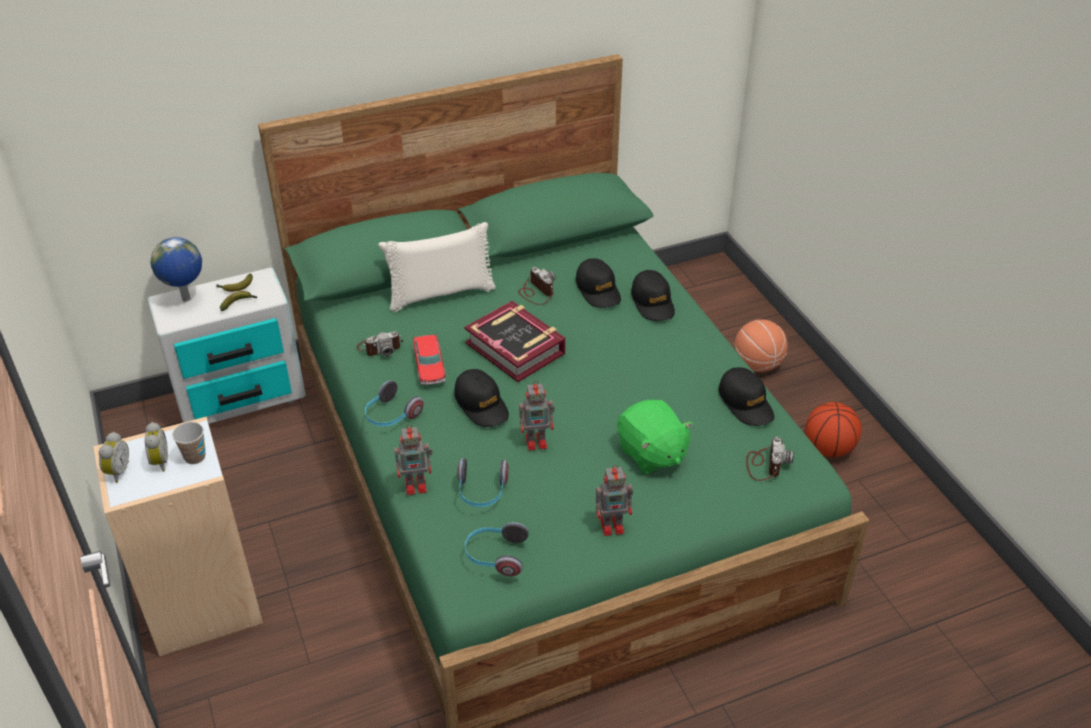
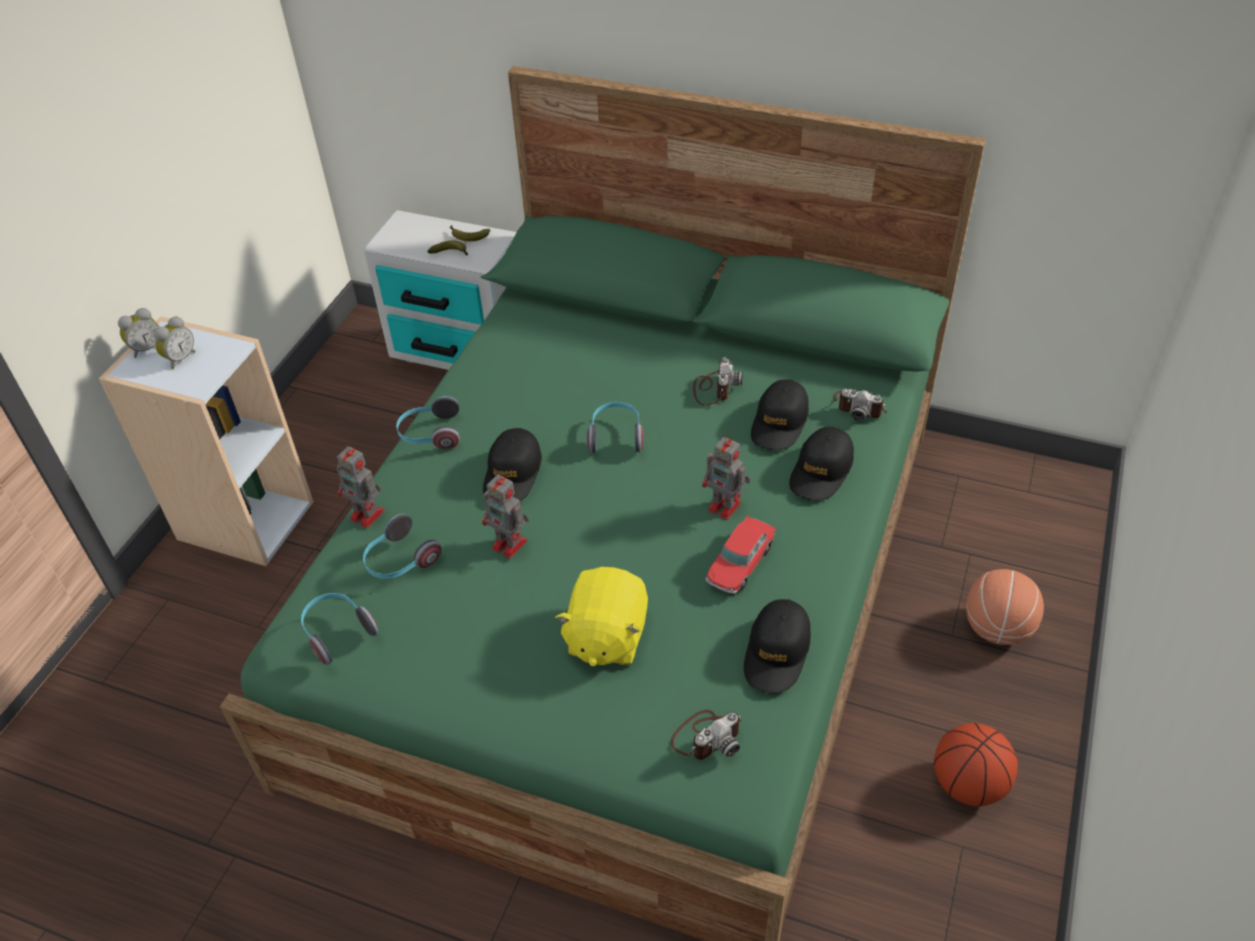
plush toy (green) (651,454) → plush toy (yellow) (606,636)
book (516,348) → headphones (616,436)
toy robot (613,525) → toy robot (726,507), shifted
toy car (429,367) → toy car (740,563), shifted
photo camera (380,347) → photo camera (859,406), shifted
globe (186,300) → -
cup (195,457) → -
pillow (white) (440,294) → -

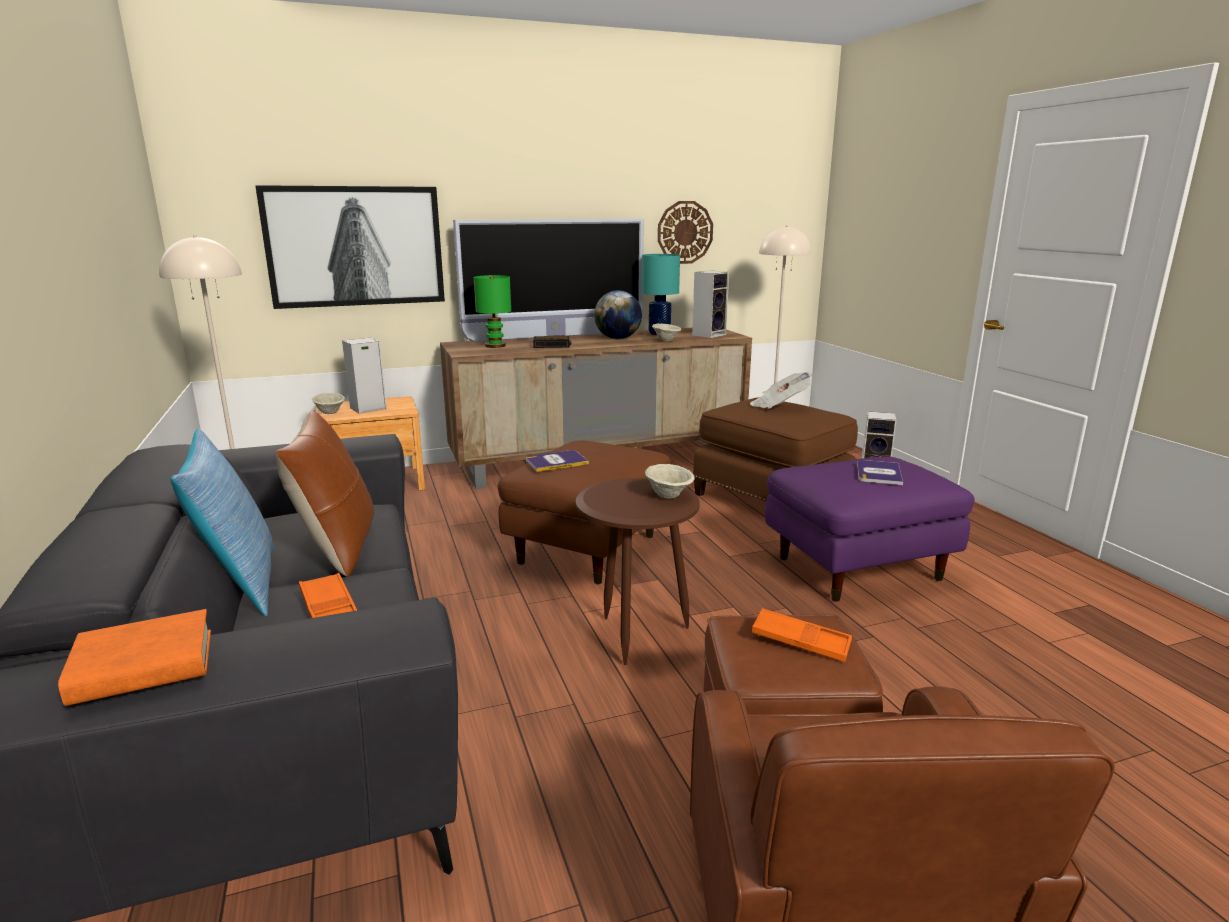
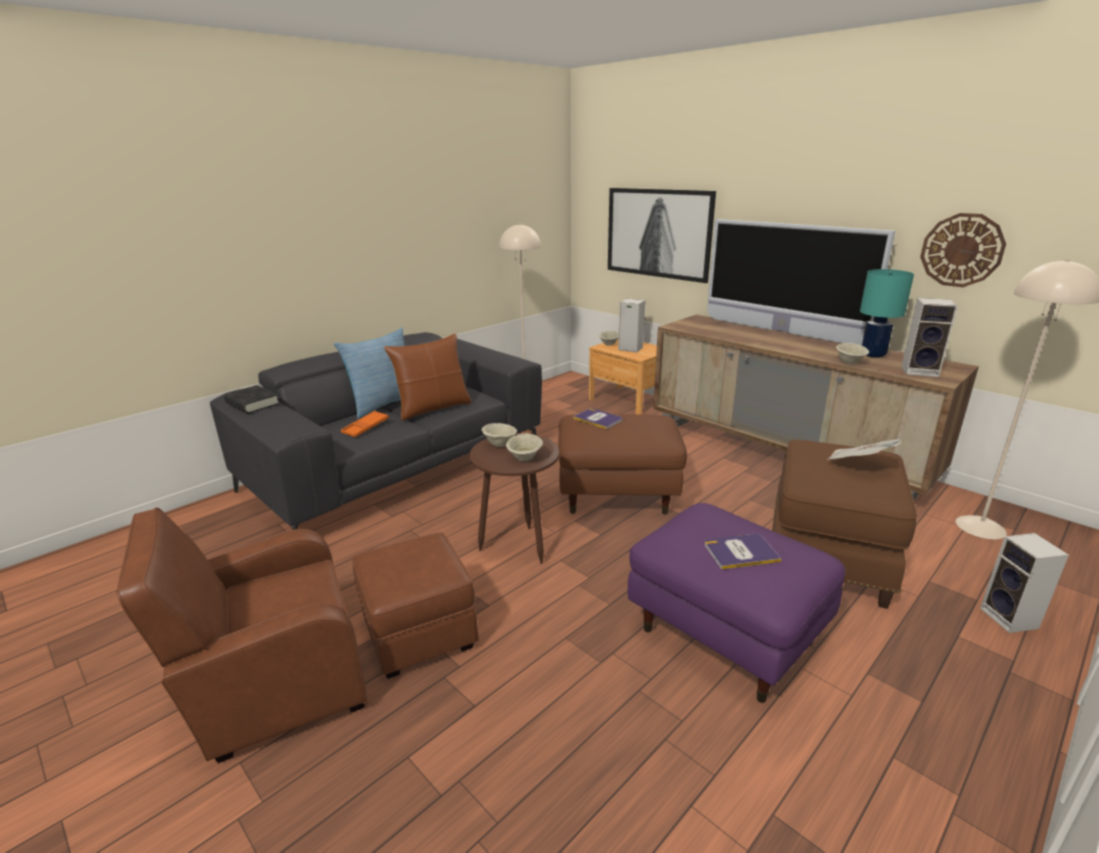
book (orange) (143,667) → book (black) (252,404)
- → bowl (beige) (499,444)
table lamp (green) (495,346) → -
alarm clock (552,345) → -
globe (618,338) → -
tray (orange) (800,641) → -

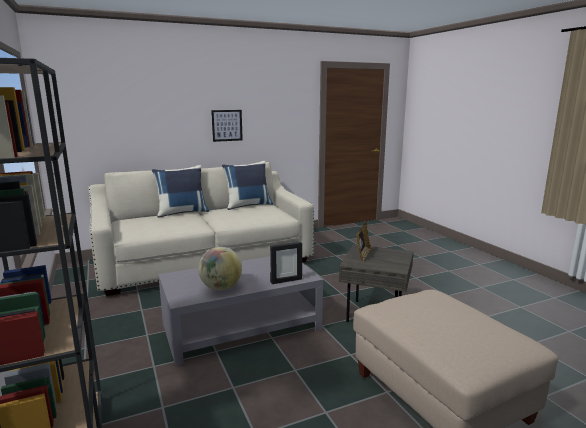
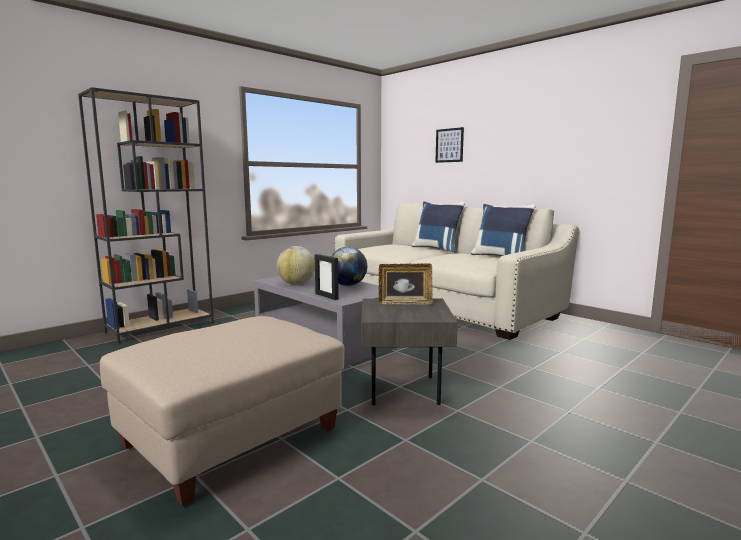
- → globe (348,285)
picture (227,125) → picture (449,145), shifted

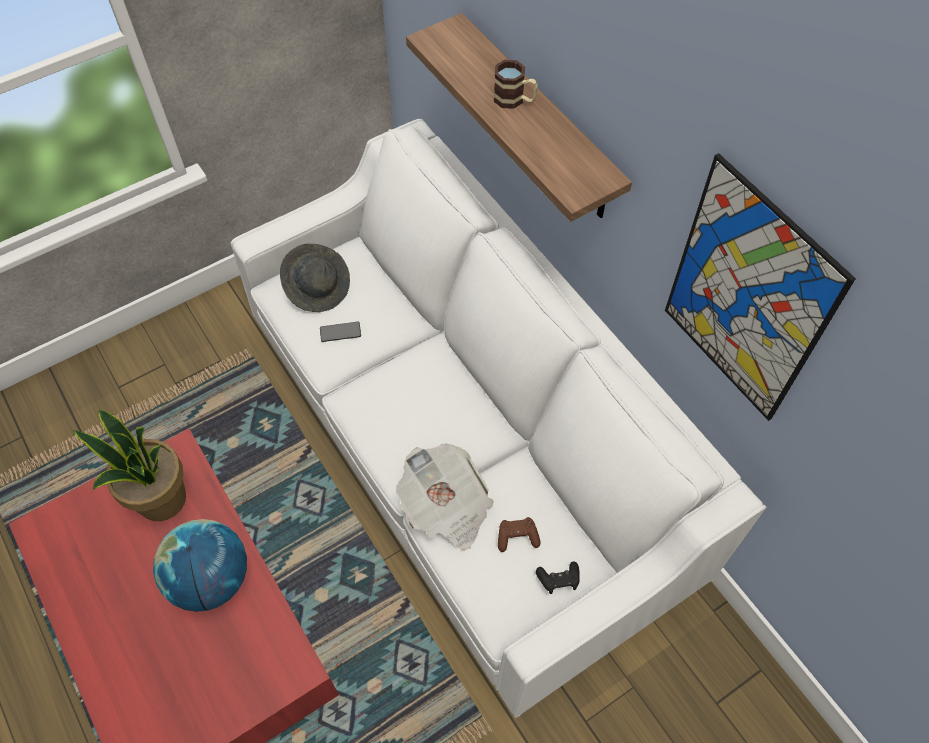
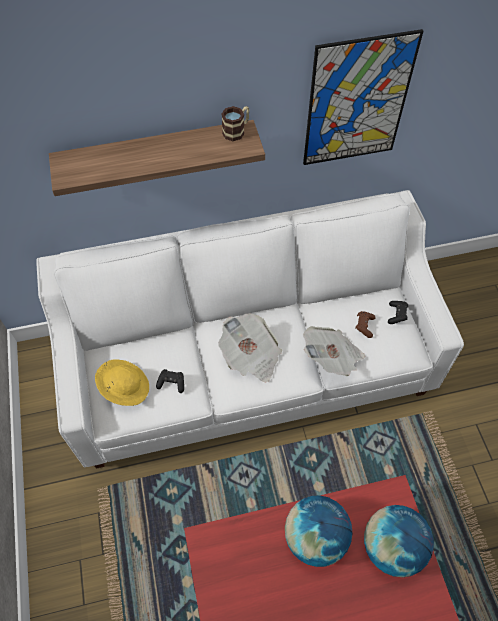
hat (grey) (318,287) → hat (yellow) (124,387)
phone (340,332) → game controller (black) (171,383)
- → newspaper (251,356)
mug (514,100) → mug (237,131), shifted
- → globe (391,547)
potted plant (161,500) → -

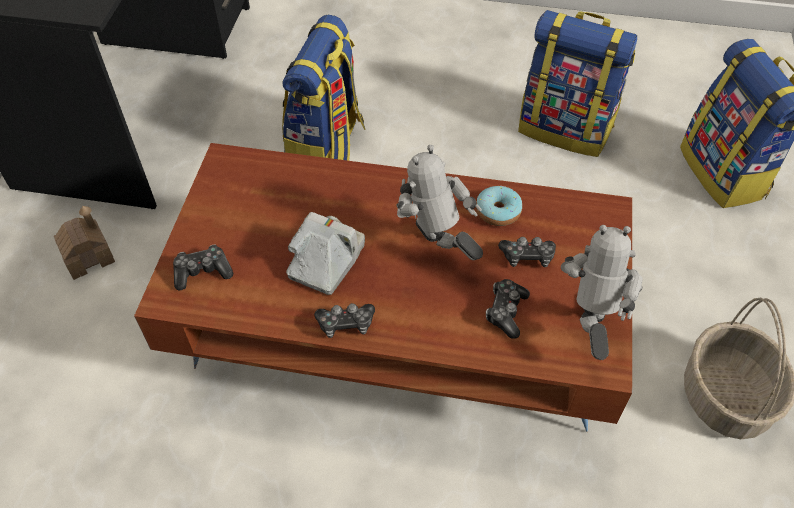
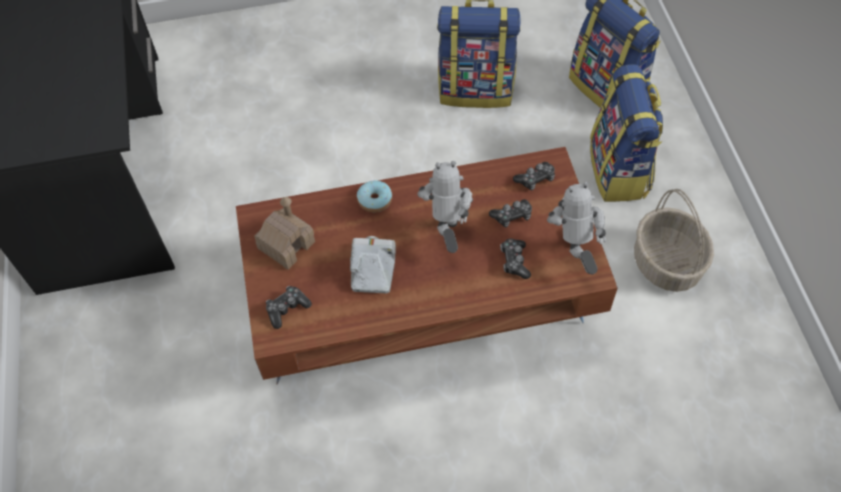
toy house (88,256) → toy house (286,245), shifted
donut (498,211) → donut (375,200), shifted
toy robot (436,249) → toy robot (447,233), 60 degrees clockwise
game controller (346,324) → game controller (535,179), shifted
backpack (327,148) → backpack (619,170), shifted

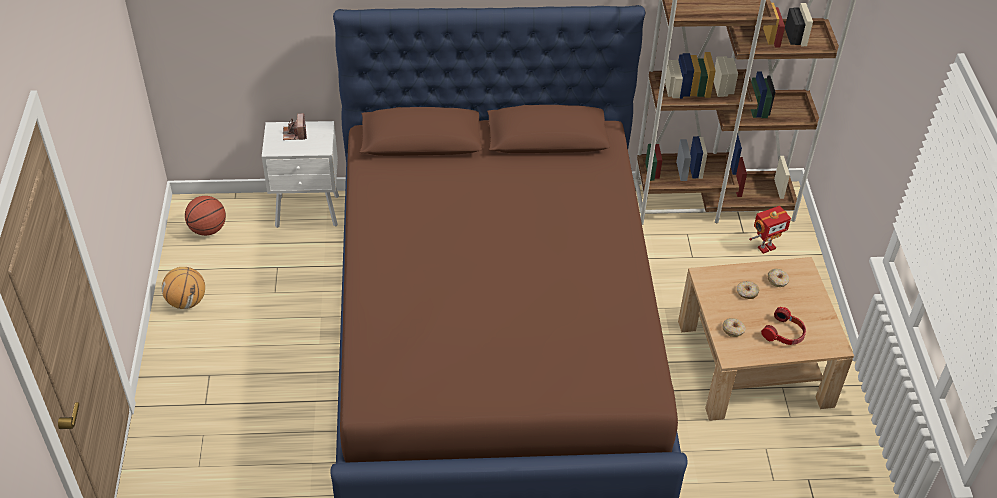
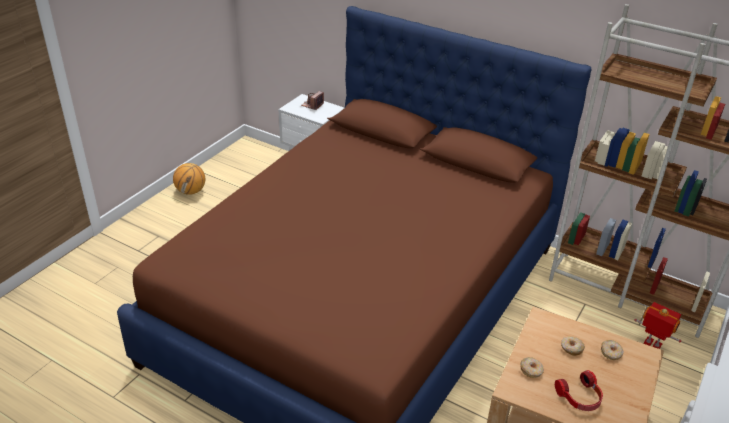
toy robot (765,247) → toy robot (652,344), 150 degrees counterclockwise
basketball (208,229) → -

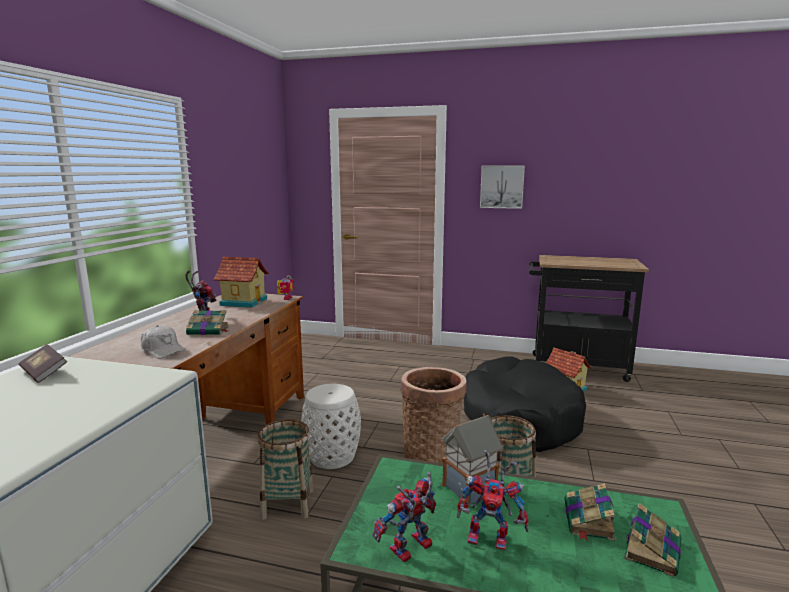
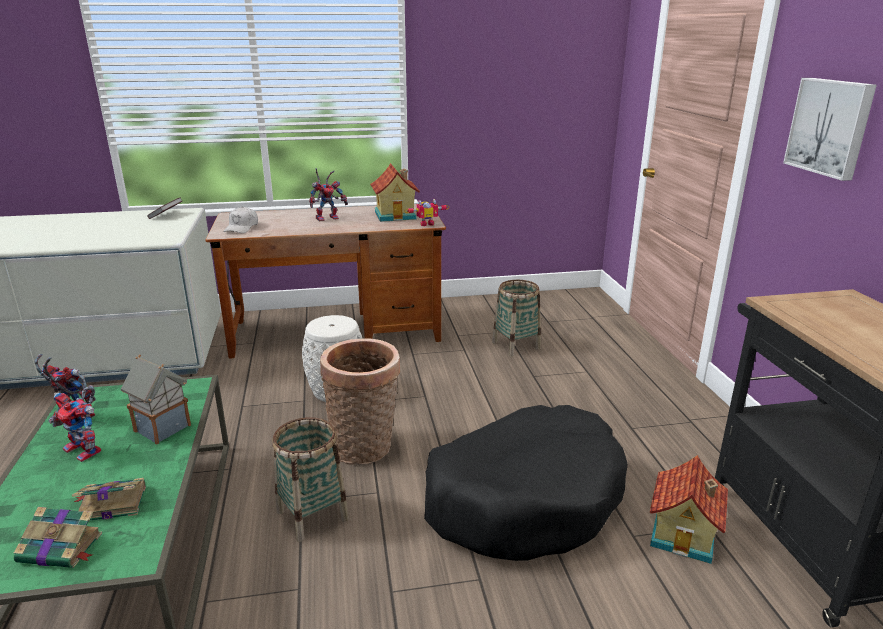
toy robot (491,537) → toy robot (87,450), 45 degrees counterclockwise
basket (288,503) → basket (516,345), shifted
book (209,331) → -

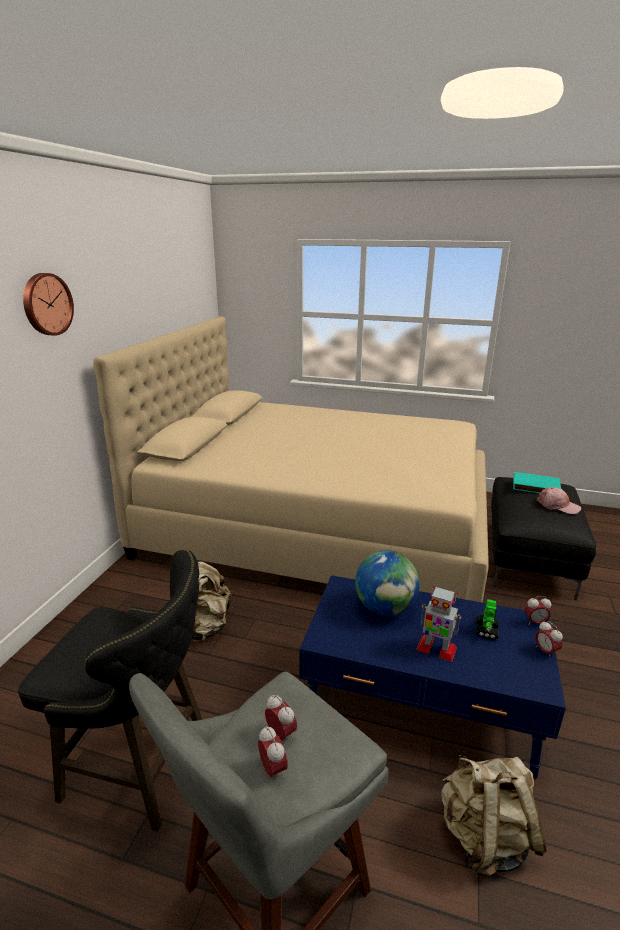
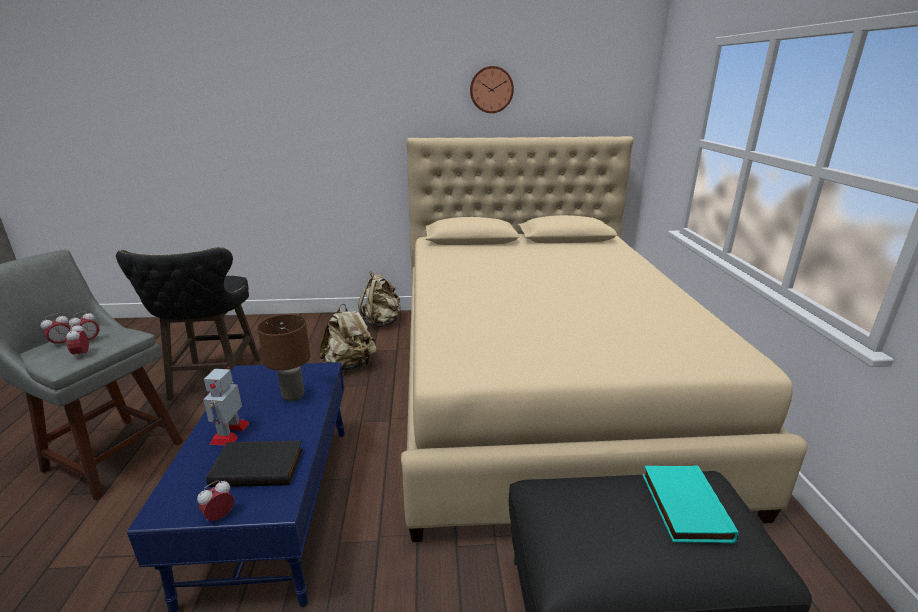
alarm clock (535,622) → alarm clock (82,354), shifted
toy robot (486,630) → book (black) (259,466)
globe (385,608) → table lamp (brown) (292,397)
backpack (beige) (484,836) → backpack (beige) (382,322), shifted
wall clock (46,304) → wall clock (491,89), shifted
cap (pink) (557,505) → -

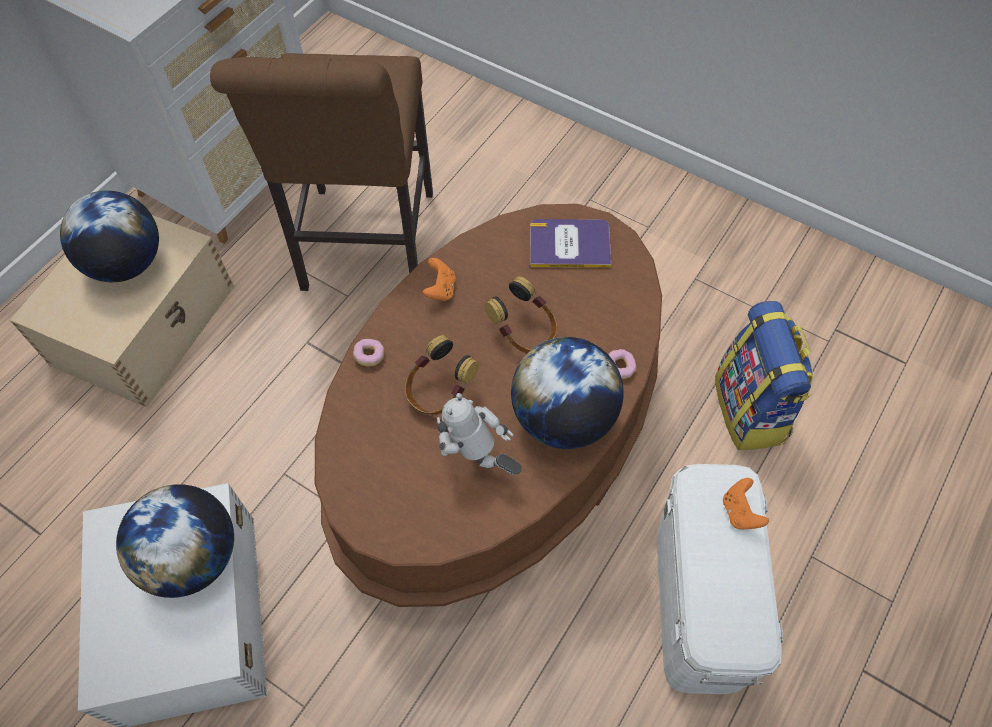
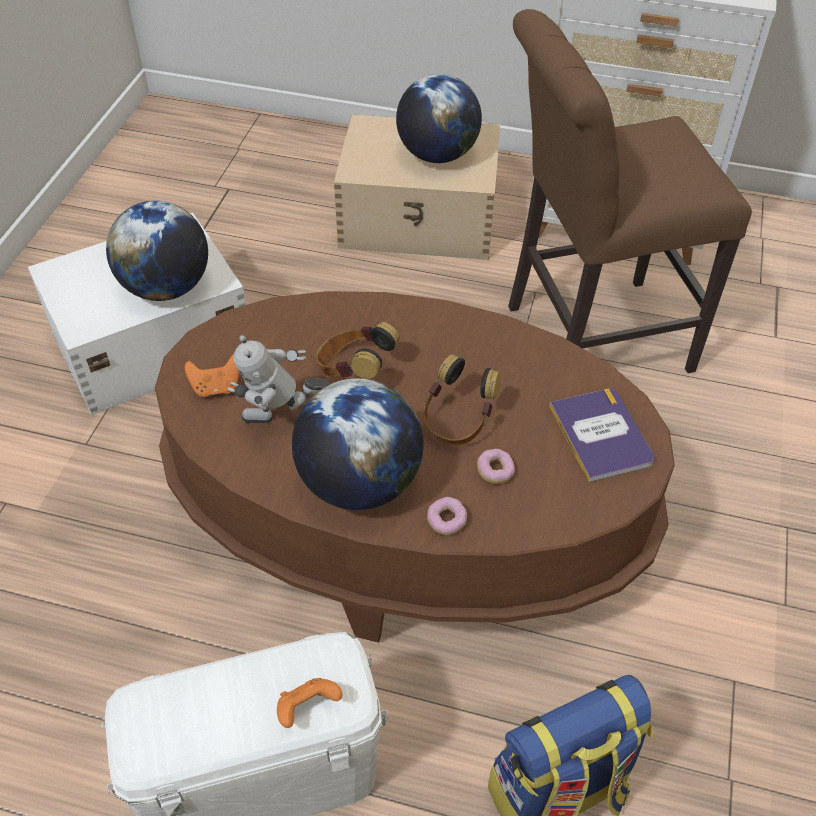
game controller (orange) (440,289) → game controller (orange) (216,387), shifted
toy robot (477,462) → toy robot (281,421), 120 degrees counterclockwise
donut (369,356) → donut (495,472), shifted

